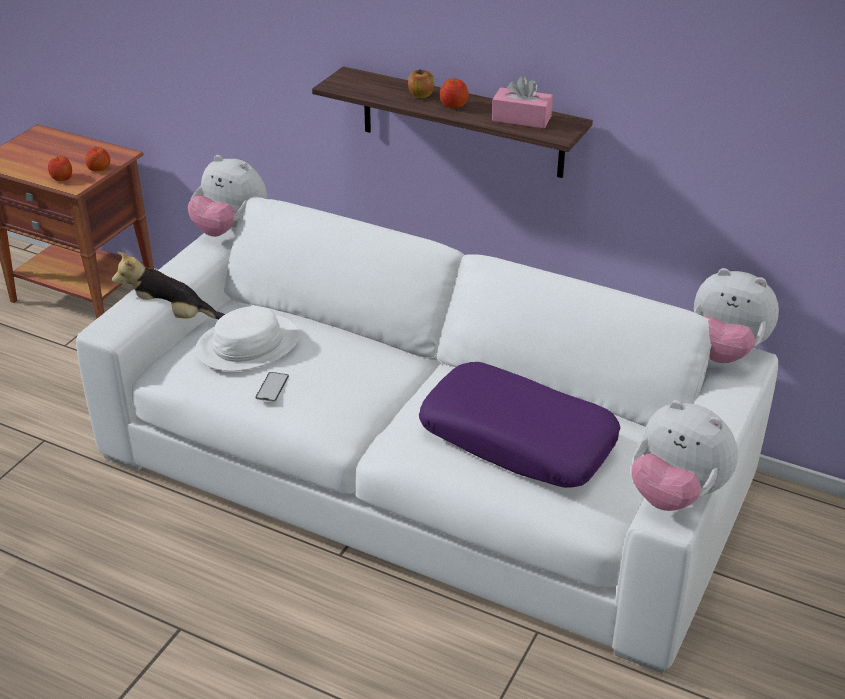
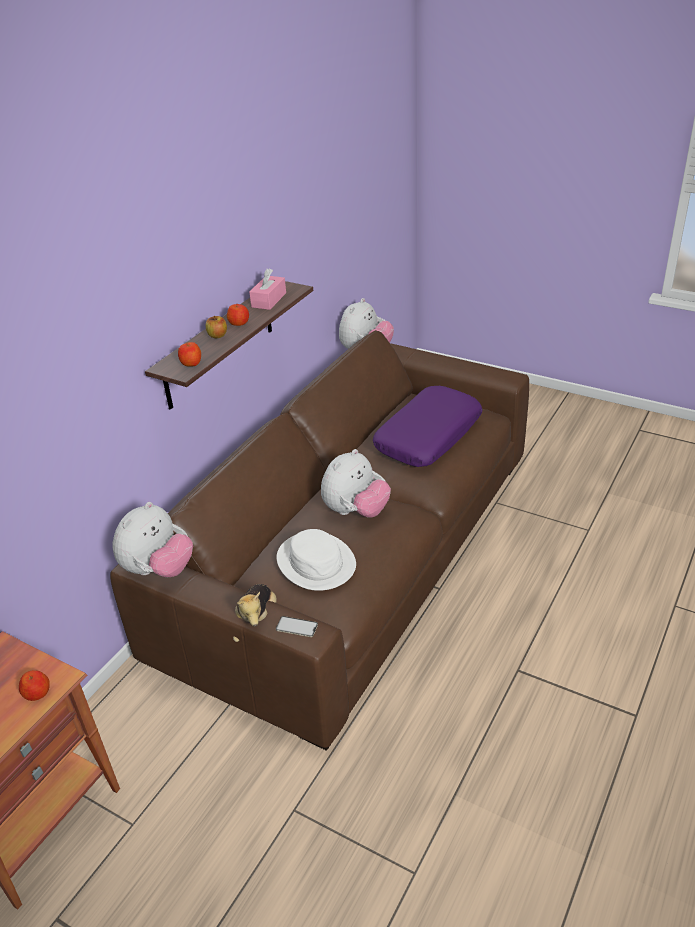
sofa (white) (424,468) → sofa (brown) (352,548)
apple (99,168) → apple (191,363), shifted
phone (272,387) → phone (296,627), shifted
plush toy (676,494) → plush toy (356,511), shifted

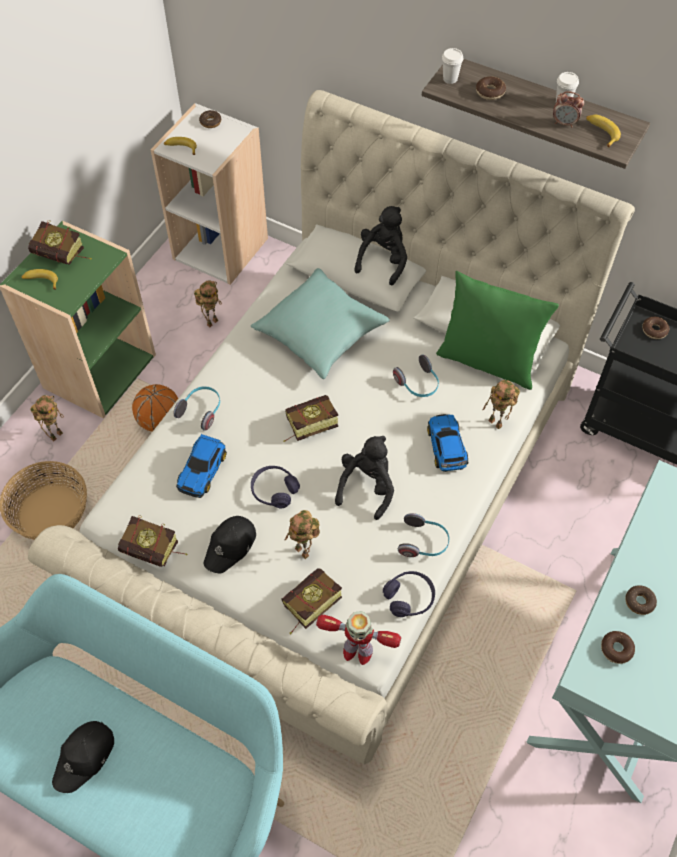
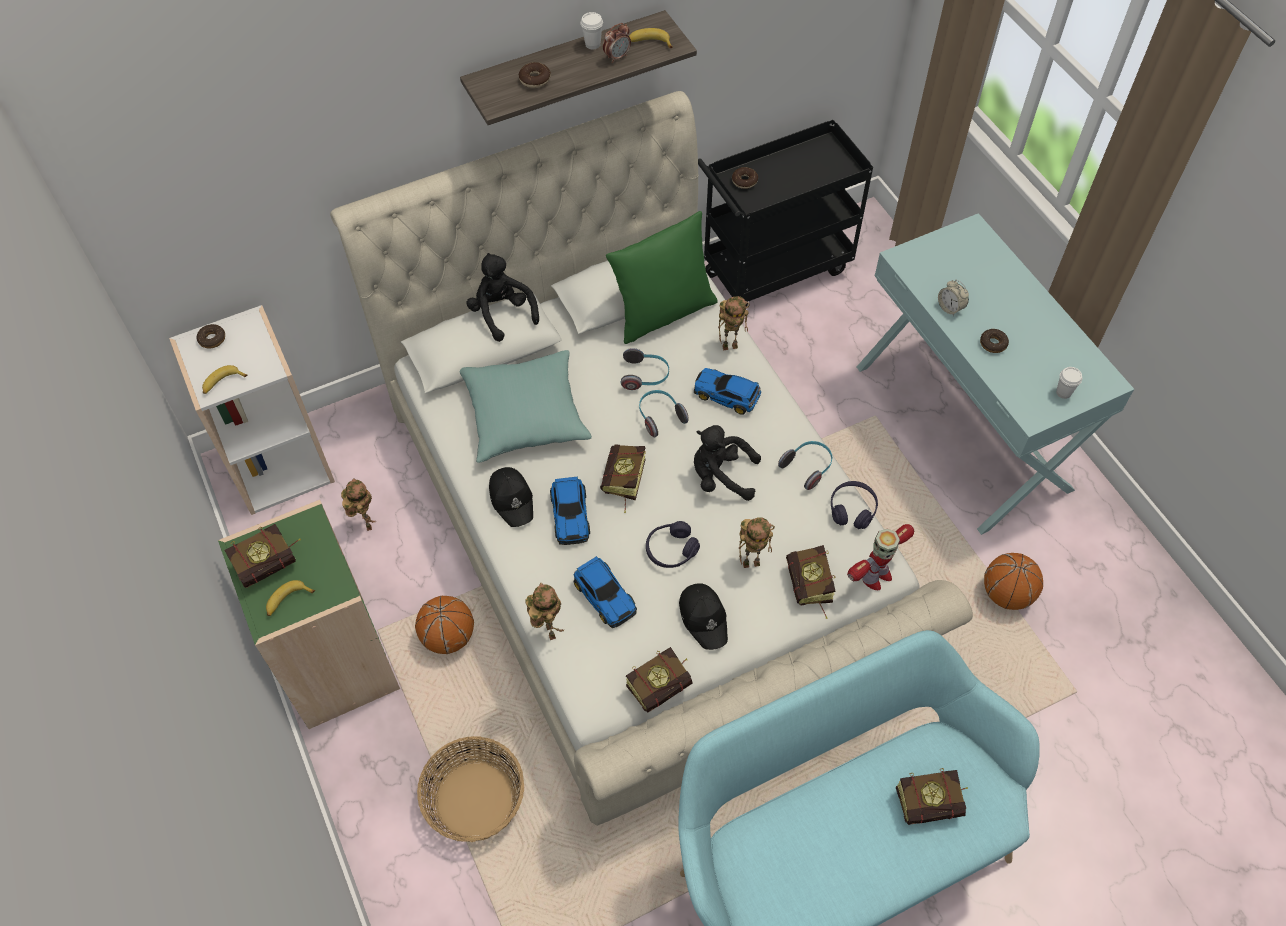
cap (black) (85,757) → cap (black) (512,499), shifted
toy robot (56,434) → toy robot (548,631), shifted
- → toy car (570,514)
headphones (201,411) → headphones (660,416), shifted
plush toy (black) (367,486) → plush toy (black) (721,476), 45 degrees counterclockwise
- → book (934,803)
- → alarm clock (950,308)
- → basketball (1006,594)
cup (white) (450,79) → cup (white) (1063,392), shifted
donut (616,649) → -

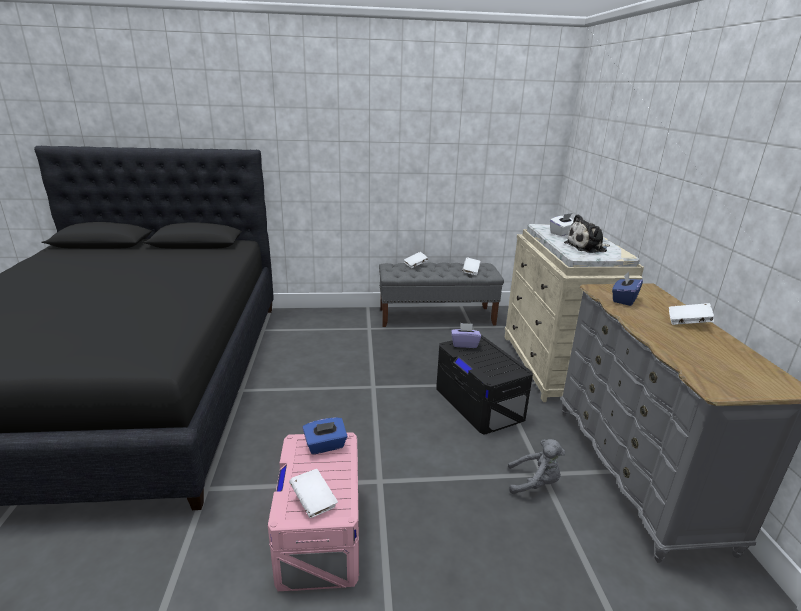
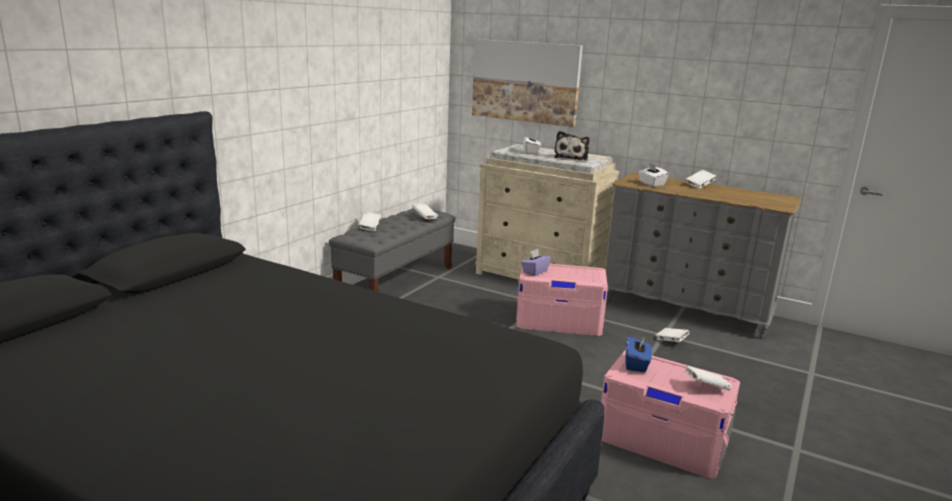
- → picture (525,81)
storage box (black) (478,403) → storage box (pink) (559,320)
tissue box (blue) (624,299) → tissue box (white) (651,184)
plush toy (grey) (535,483) → book (white) (671,341)

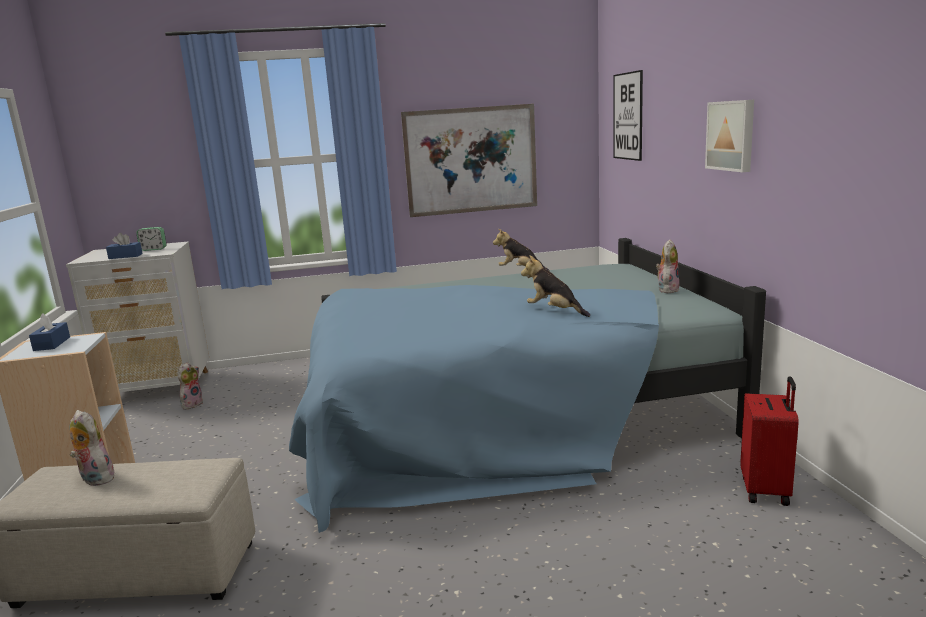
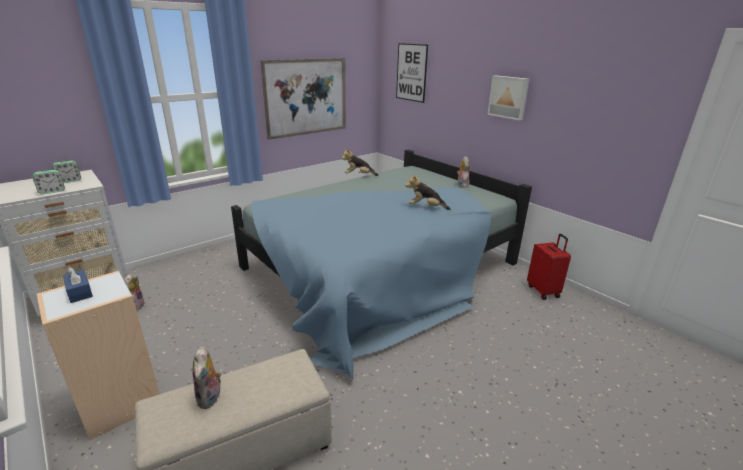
tissue box (blue) (125,256) → alarm clock (52,191)
plush toy (94,479) → plush toy (211,398), 105 degrees counterclockwise

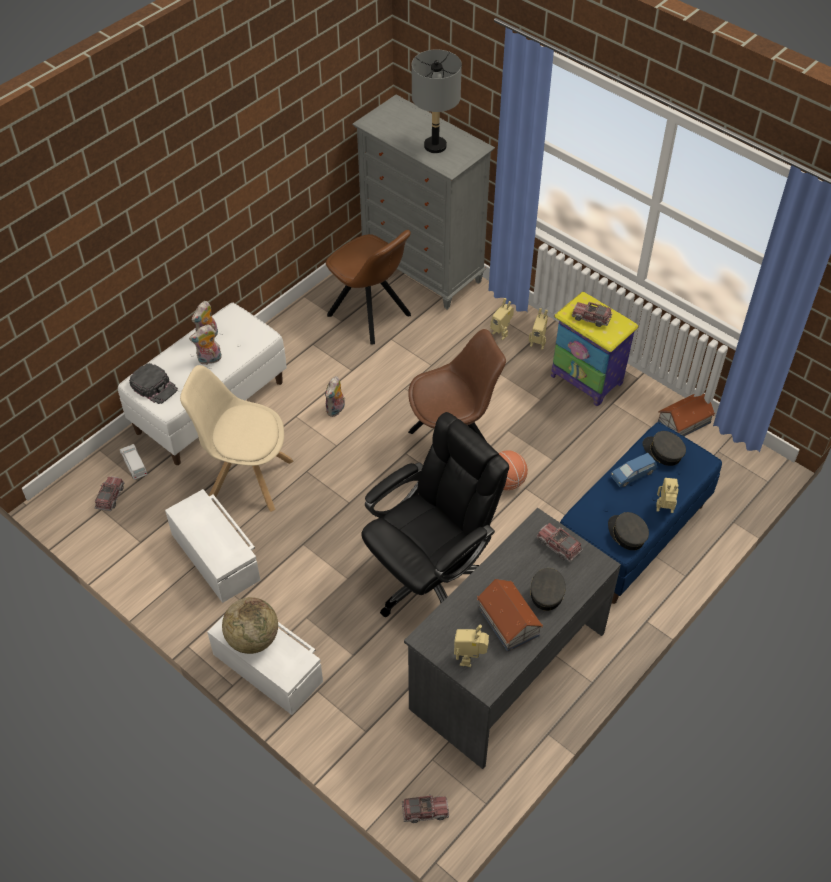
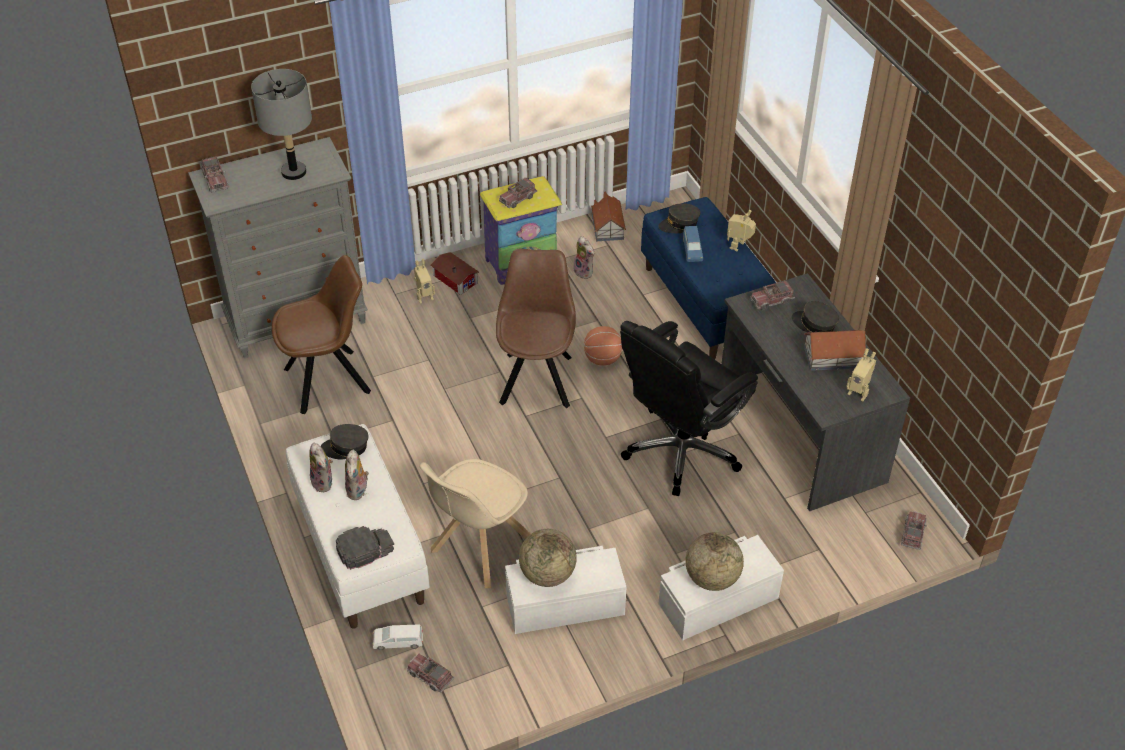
- → toy truck (215,180)
cap (grey) (626,534) → cap (grey) (345,447), shifted
toy robot (538,343) → toy house (455,278)
- → globe (547,574)
plush toy (336,410) → plush toy (585,272), shifted
office chair (black) (430,580) → office chair (black) (682,449), 120 degrees counterclockwise

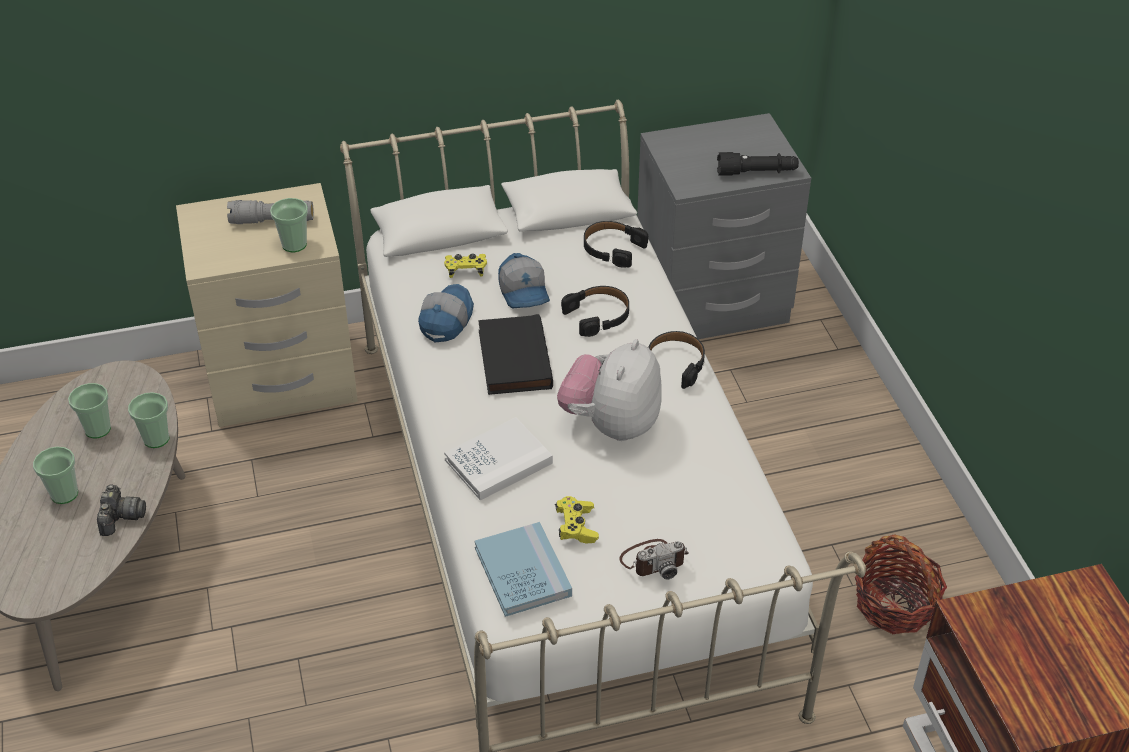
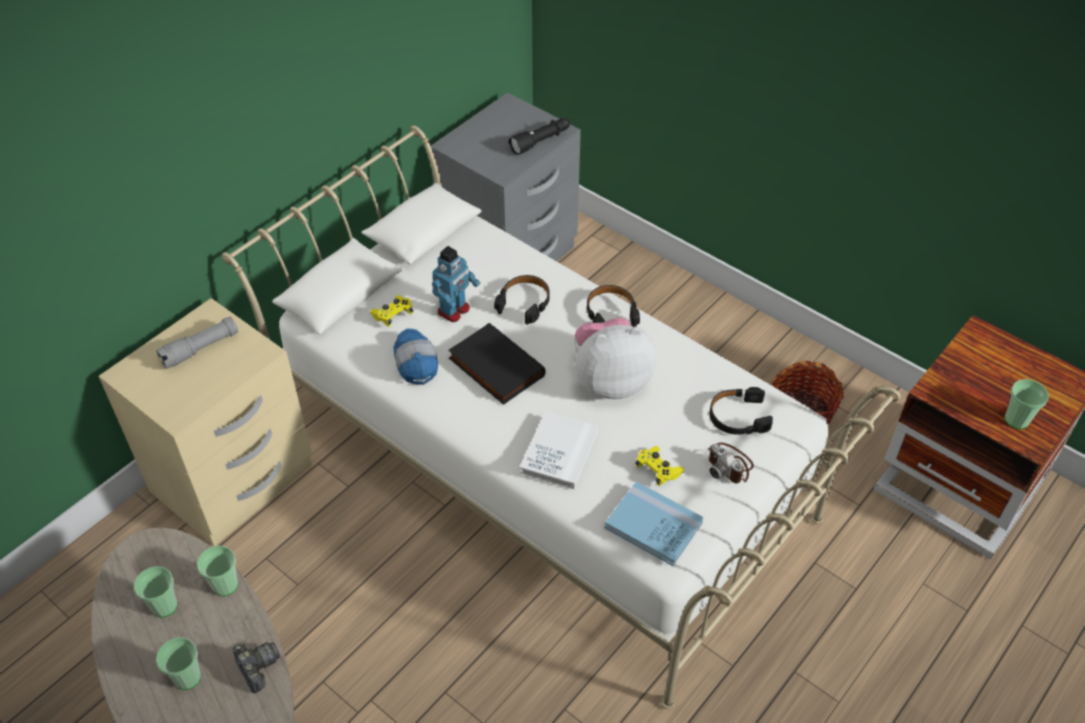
cap (525,292) → toy robot (454,311)
plush toy (611,424) → plush toy (610,380), 90 degrees clockwise
headphones (black) (612,249) → headphones (black) (738,417), shifted
photo camera (653,560) → photo camera (729,465), 105 degrees clockwise
cup (294,244) → cup (1016,420), shifted

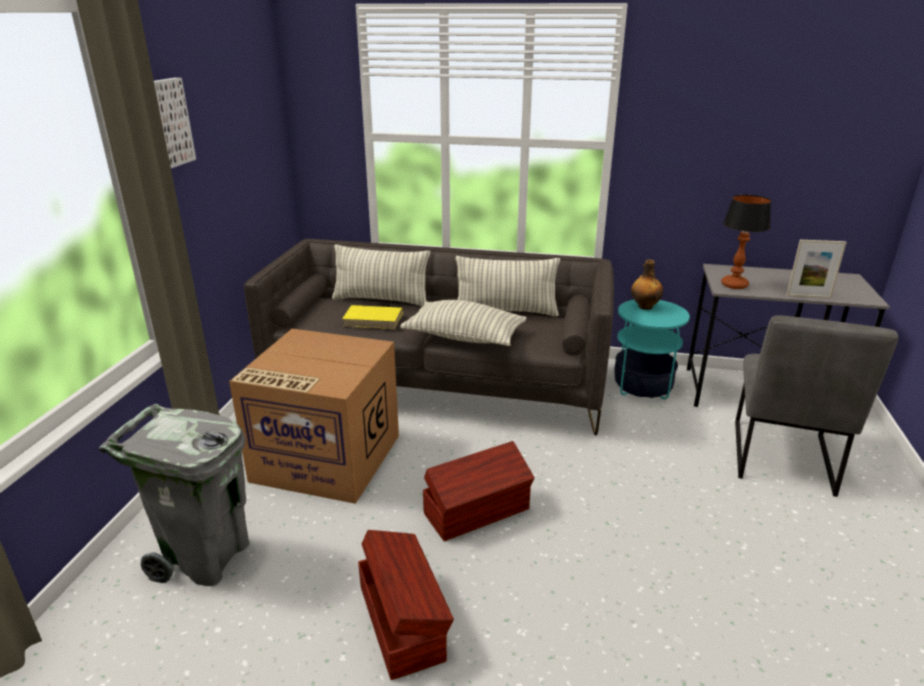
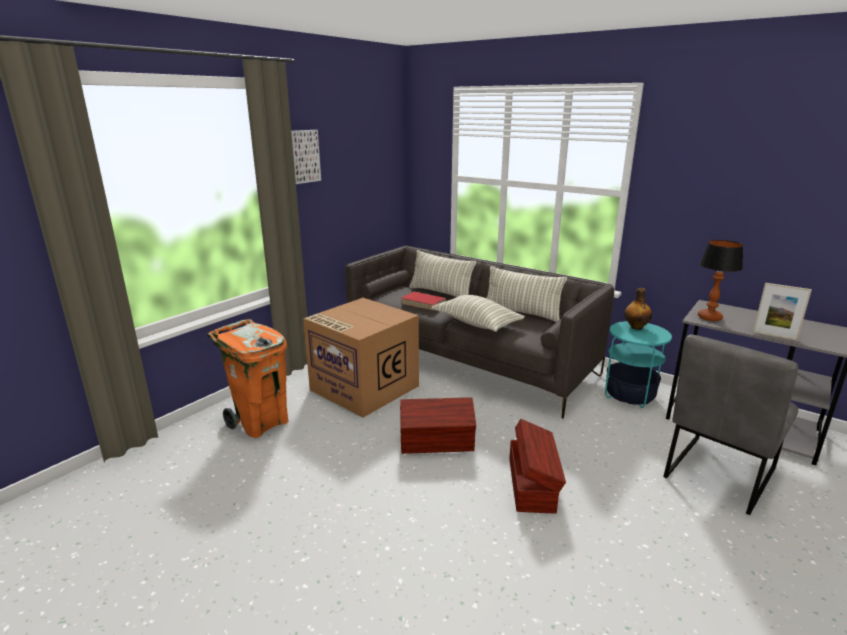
trash can (grey) (206,557) → trash can (orange) (261,423)
book (yellow) (374,320) → book (red) (424,303)
storage box (brown) (402,620) → storage box (brown) (532,484), shifted

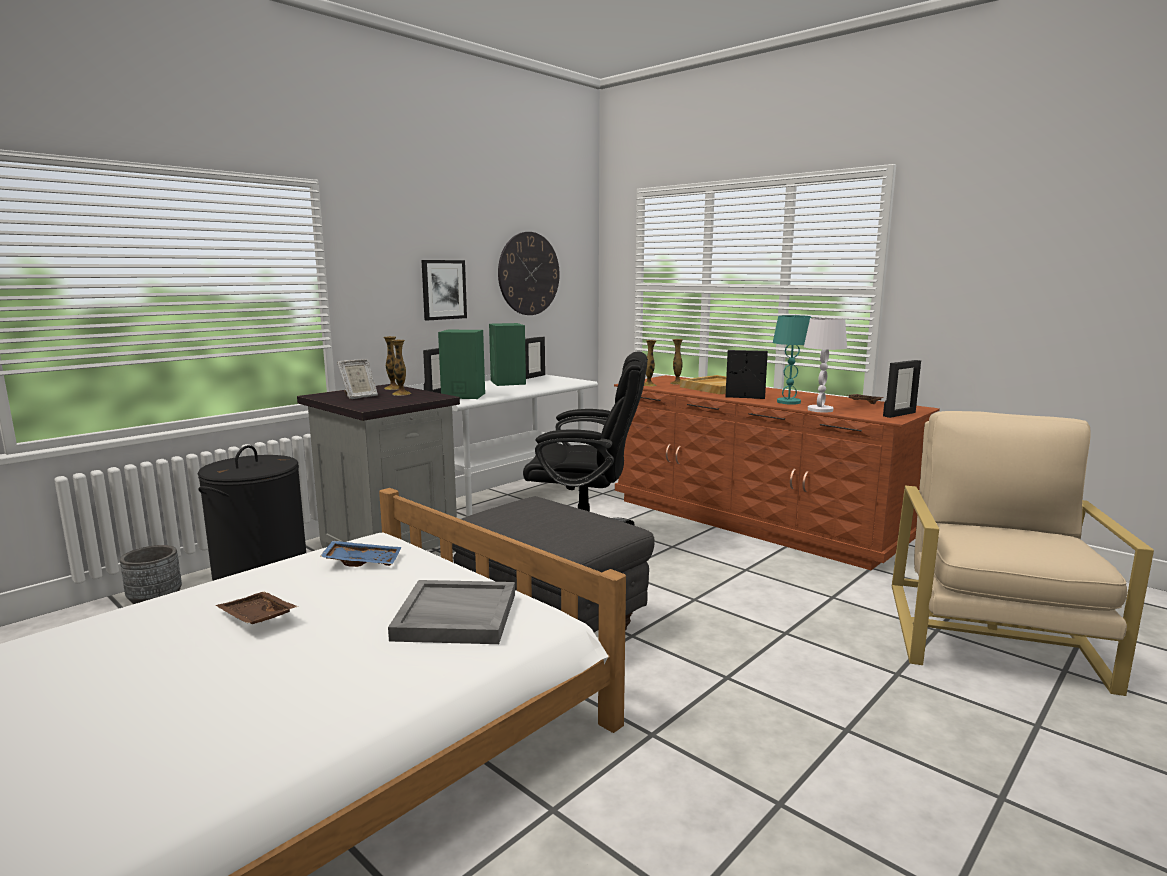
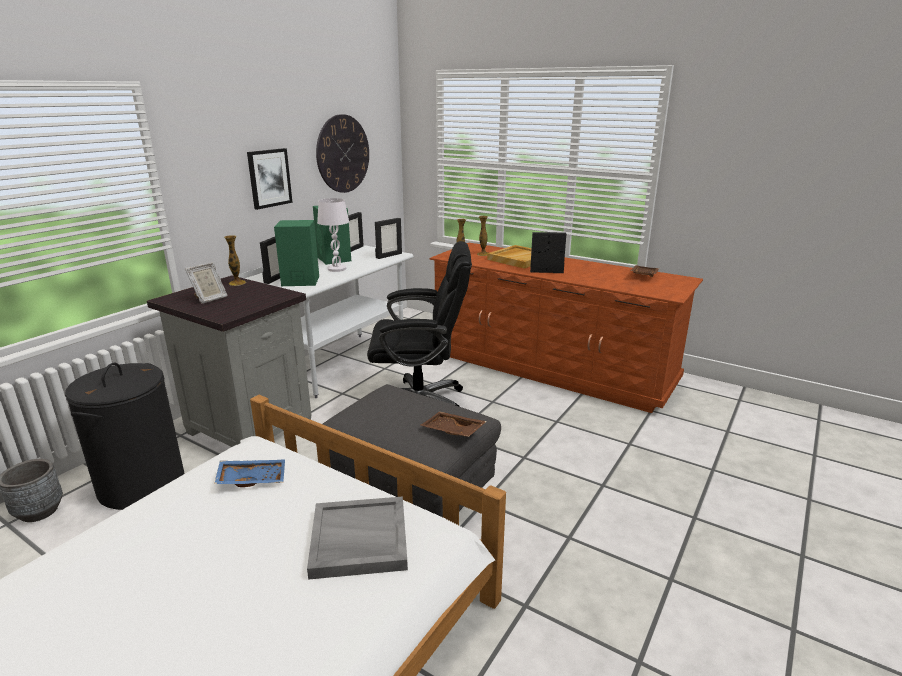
table lamp (white) (820,410) → table lamp (white) (337,269), shifted
picture frame (899,414) → picture frame (389,255), shifted
tray (brown) (255,618) → tray (brown) (452,431), shifted
vase (401,394) → -
table lamp (turquoise) (788,402) → -
armchair (beige) (992,634) → -

